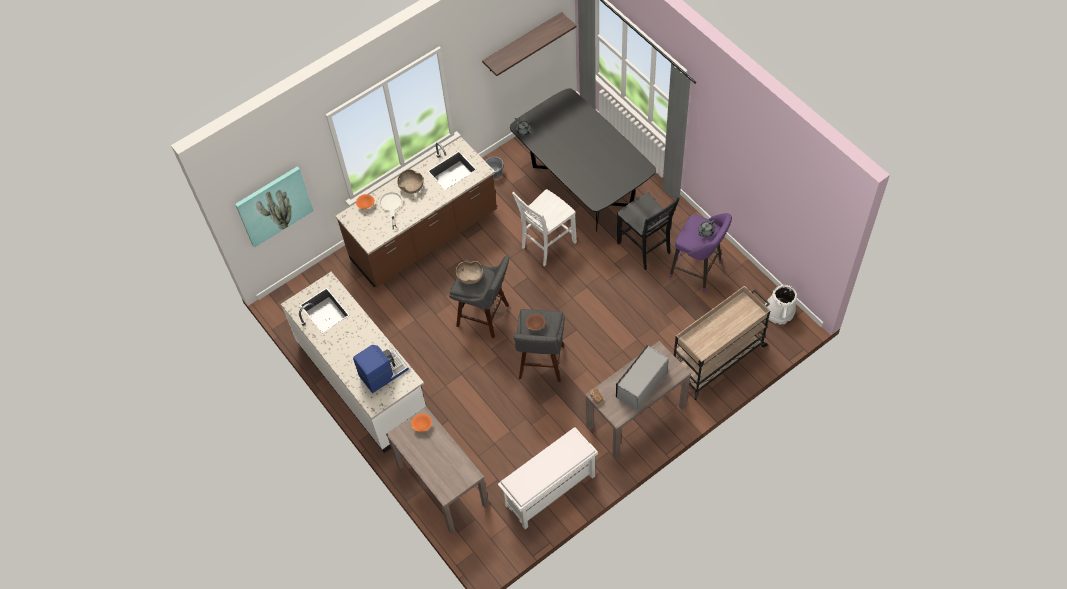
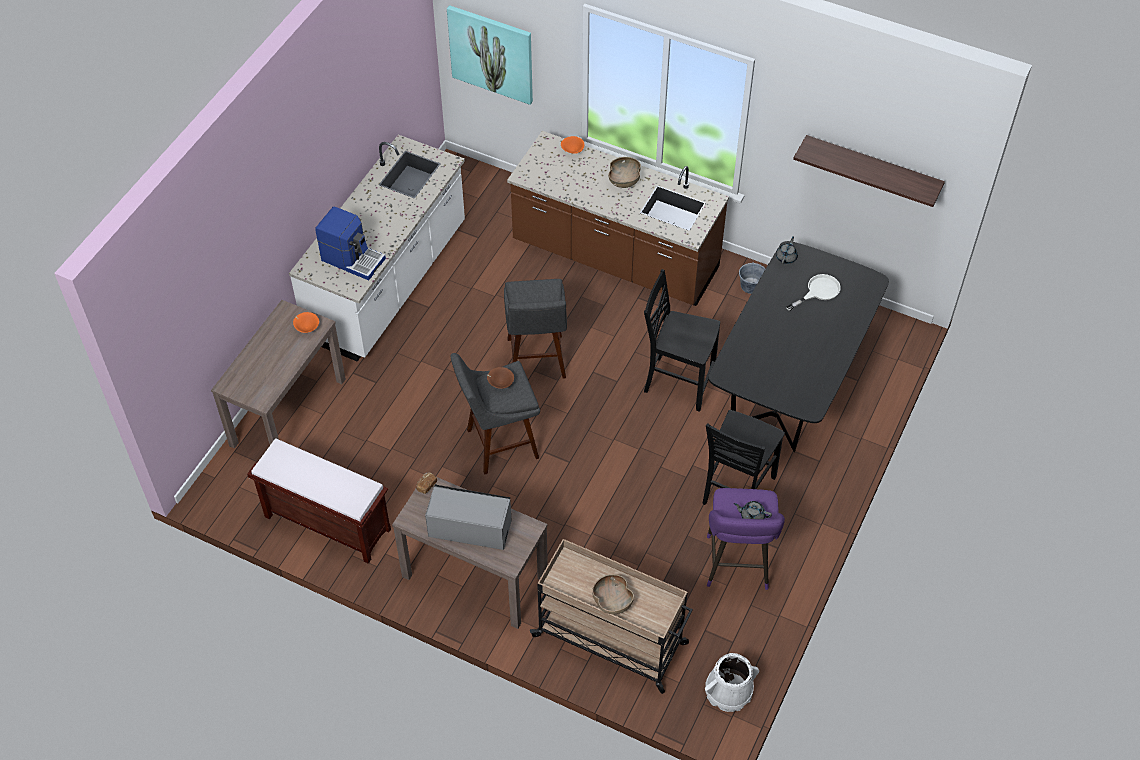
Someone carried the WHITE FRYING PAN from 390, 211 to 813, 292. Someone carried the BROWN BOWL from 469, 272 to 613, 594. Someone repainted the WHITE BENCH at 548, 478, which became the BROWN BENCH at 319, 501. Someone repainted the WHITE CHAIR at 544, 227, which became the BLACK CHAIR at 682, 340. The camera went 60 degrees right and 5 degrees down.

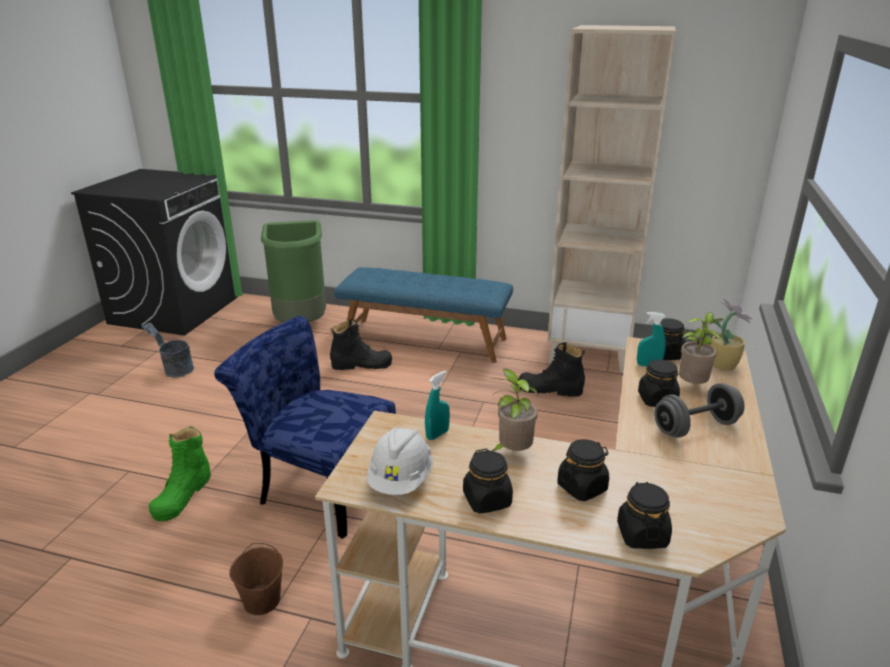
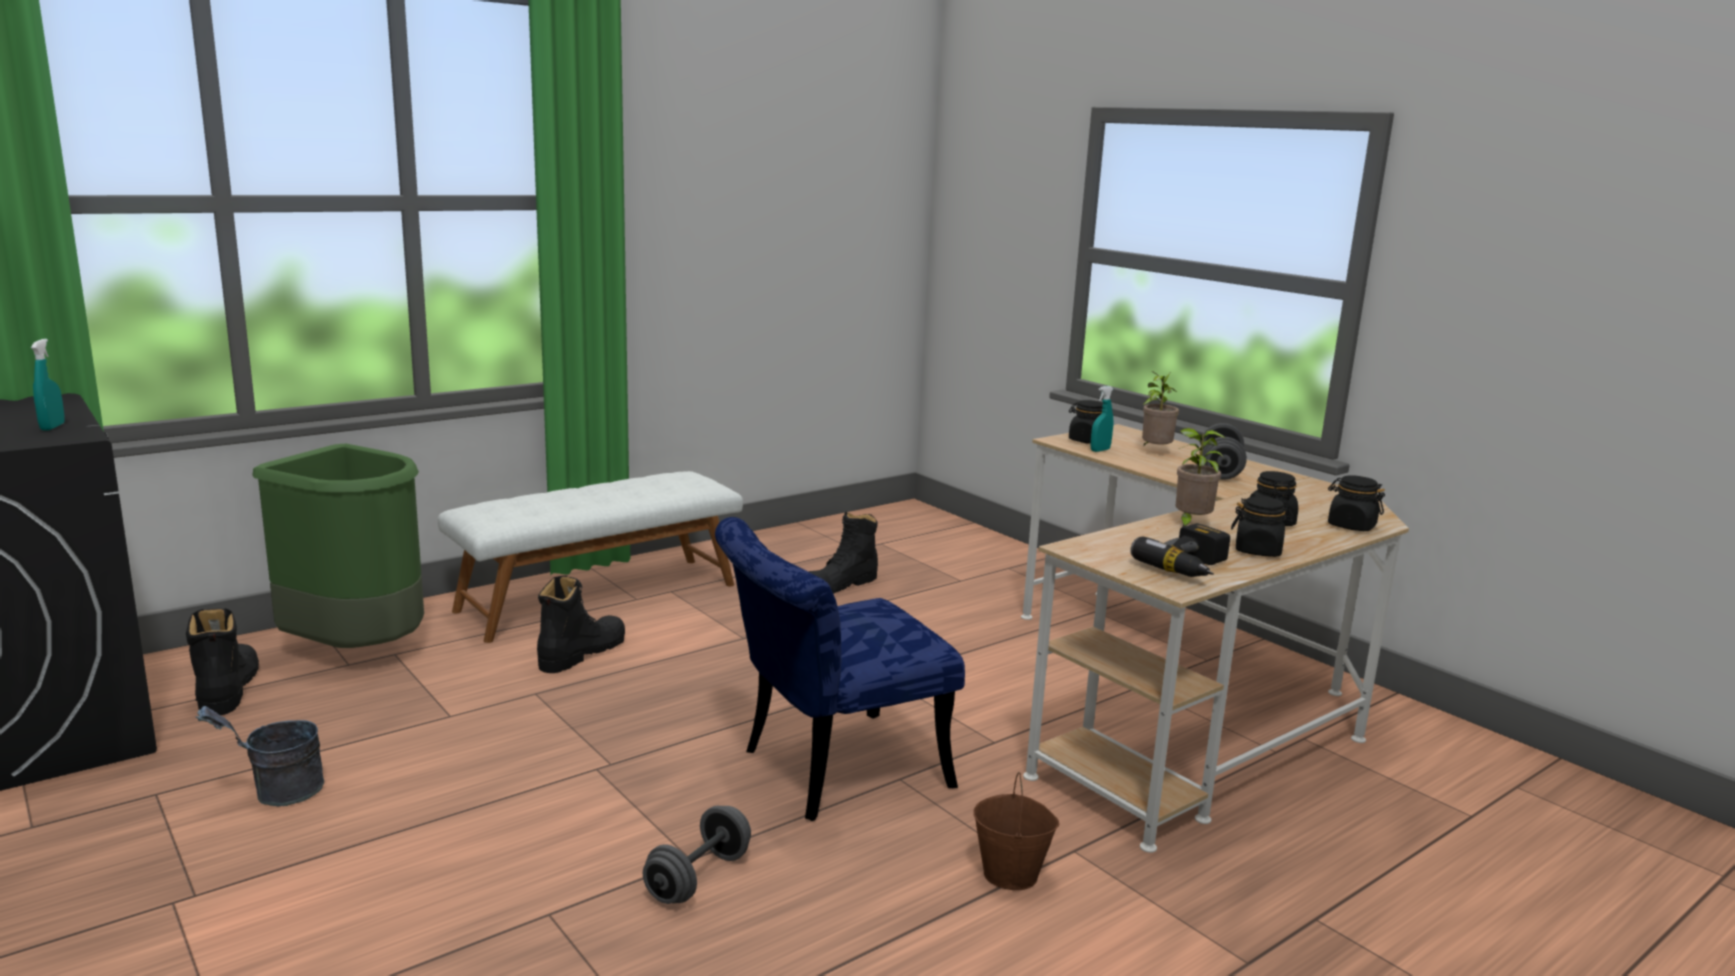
Someone took away the BEIGE BOOKCASE at 611, 199. Someone took away the BLACK JAR at 659, 383. Someone took away the POTTED PLANT at 732, 333. Someone put down the BLACK BOOT at 222, 661. Someone carried the TURQUOISE SPRAY BOTTLE from 437, 405 to 48, 385. Someone swapped the GREEN BOOT at 180, 473 for the GREY DUMBBELL at 697, 855. Someone swapped the WHITE HARD HAT at 400, 461 for the POWER DRILL at 1180, 550. Someone repainted the BLUE BENCH at 423, 315, which became the WHITE BENCH at 590, 557. The camera went 55 degrees left and 10 degrees down.

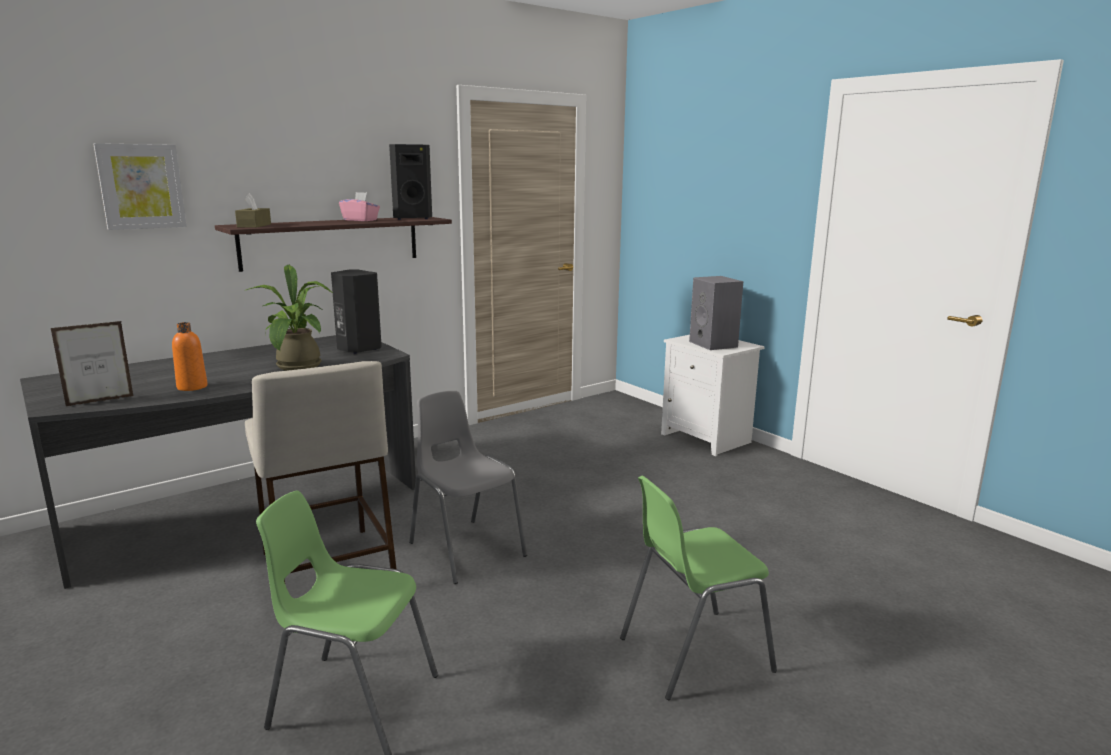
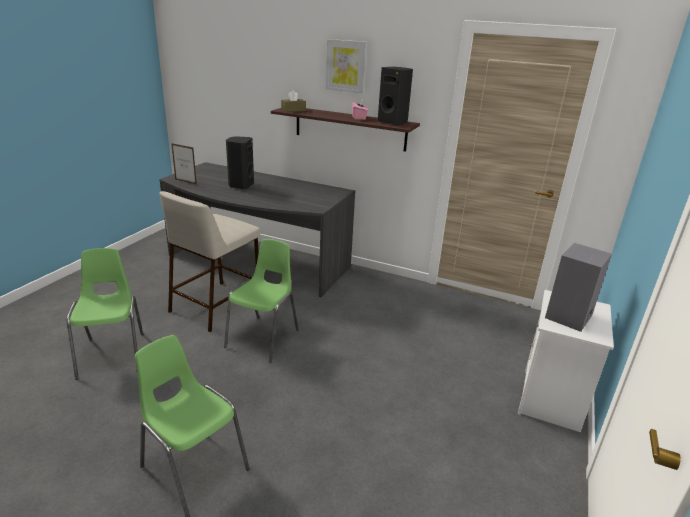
Someone took away the ORANGE BOTTLE at 190, 356. Someone took away the POTTED PLANT at 289, 318. Someone carried the PICTURE from 140, 186 to 346, 66. Someone carried the BLACK SPEAKER from 356, 311 to 240, 162. Someone repainted the GREY CHAIR at 468, 487, which became the GREEN CHAIR at 261, 301. The camera went 60 degrees right and 10 degrees up.

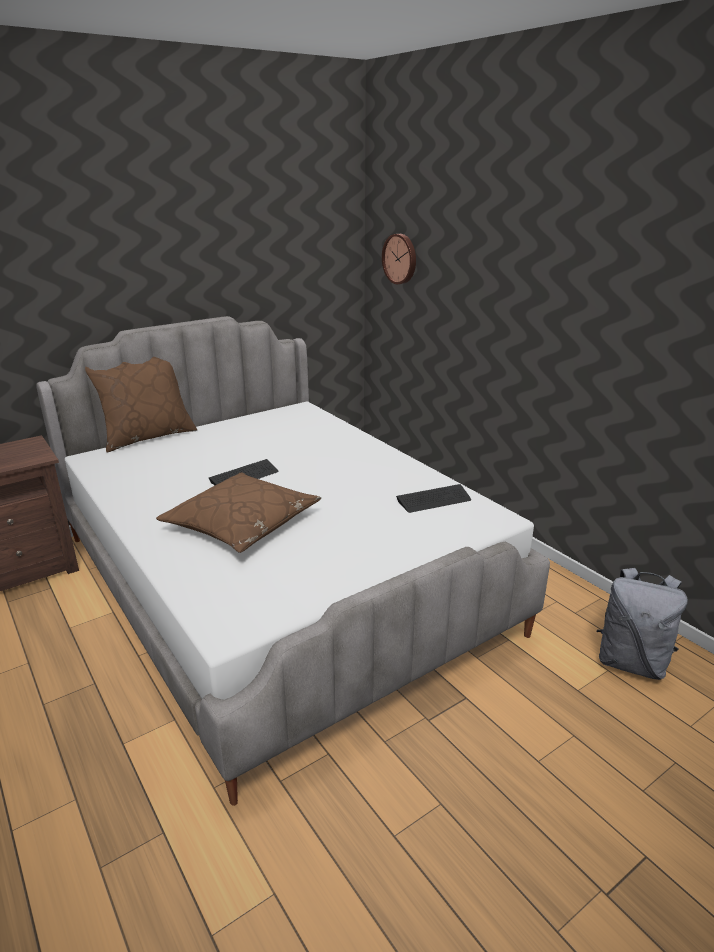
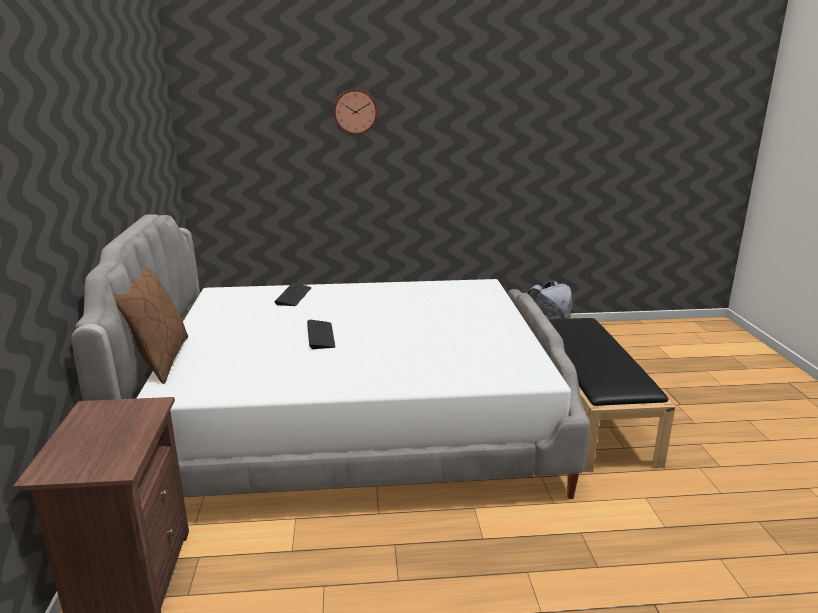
Someone took away the BROWN PILLOW at 238, 512. Someone put down the BLACK BENCH at 611, 395. Someone carried the WALL CLOCK from 399, 259 to 355, 112. Someone carried the KEYBOARD from 433, 498 to 292, 294. The camera went 60 degrees left and 5 degrees down.

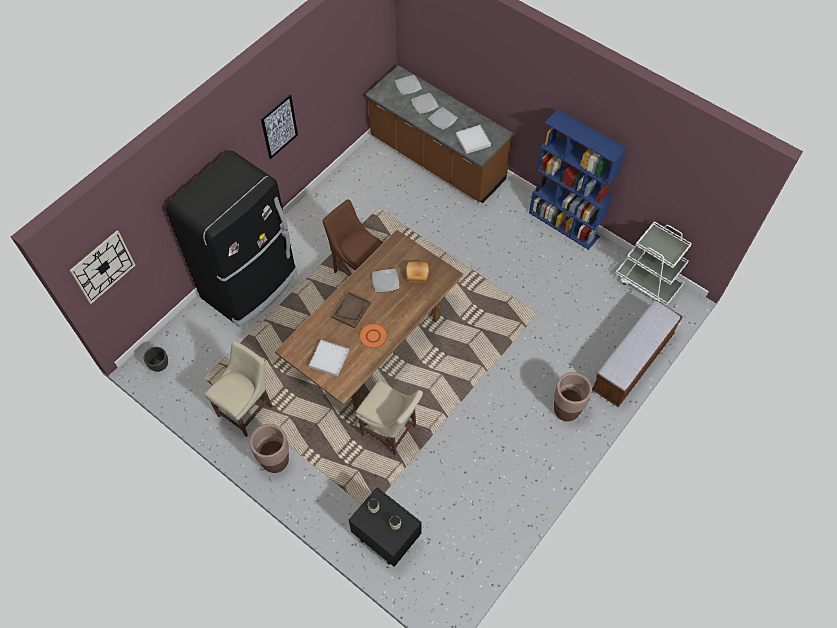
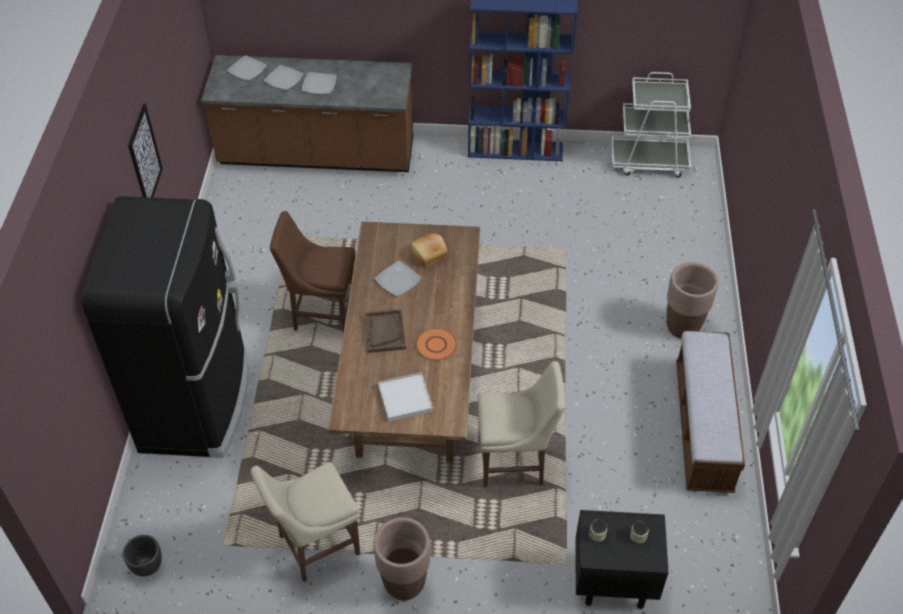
Someone took away the WALL CLOCK at 102, 267. Someone took away the WHITE TRAY at 473, 139. Someone carried the BENCH from 637, 353 to 710, 412. Someone rotated the BEIGE CHAIR at 238, 389 by 120 degrees counterclockwise. The camera went 35 degrees left and 10 degrees down.

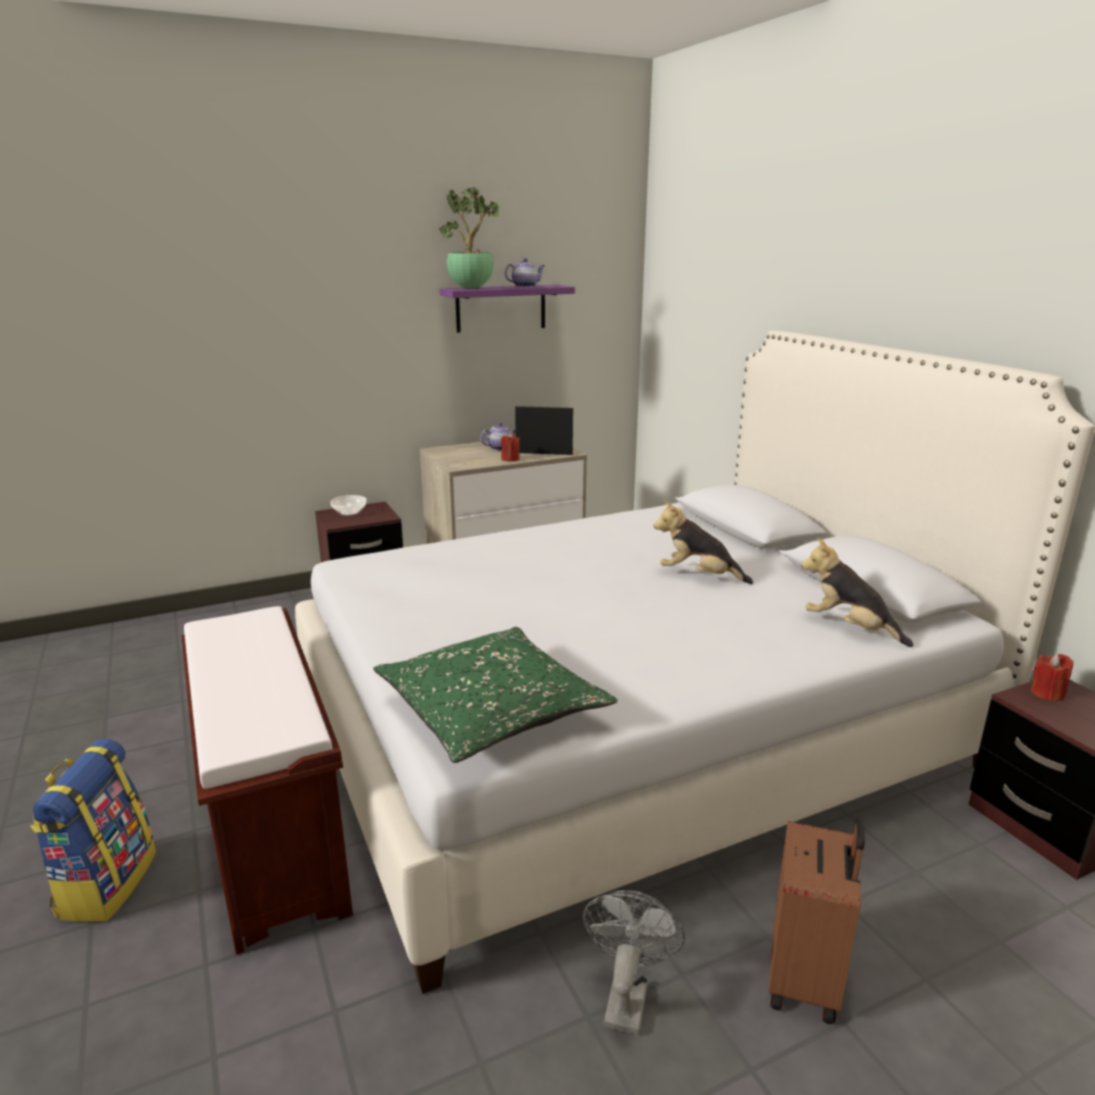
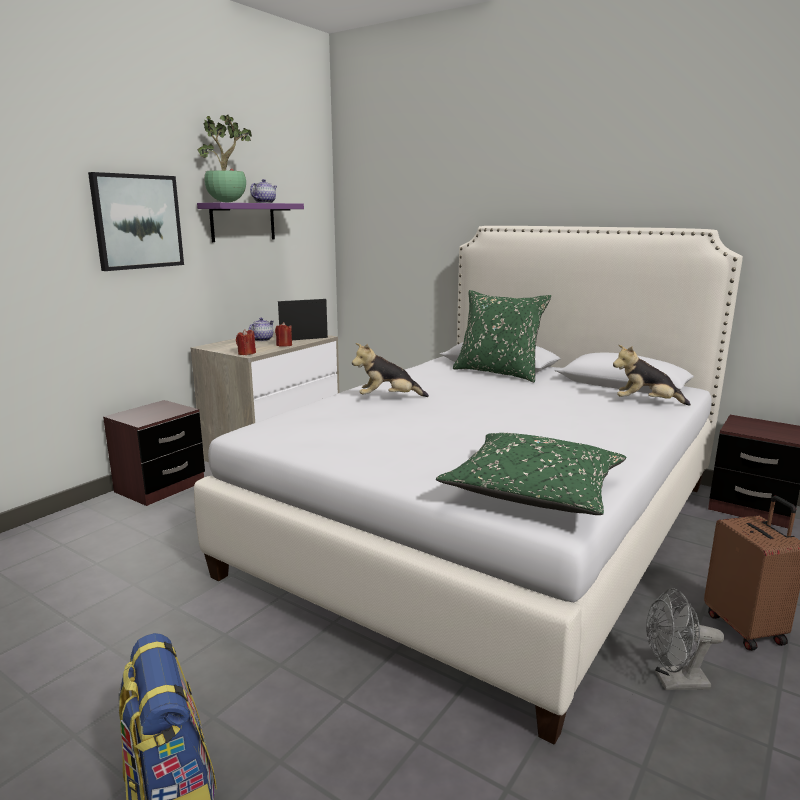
Someone took away the BROWN BENCH at 267, 780. Someone took away the BOWL at 348, 505. Someone put up the PICTURE at 136, 221. Someone put down the GREEN PILLOW at 502, 336. Someone carried the PLUSH TOY from 703, 542 to 390, 370. Someone carried the RED CANDLE from 1052, 677 to 246, 342. Someone rotated the GREY FAN at 634, 962 by 75 degrees counterclockwise. The camera went 30 degrees left and 5 degrees down.

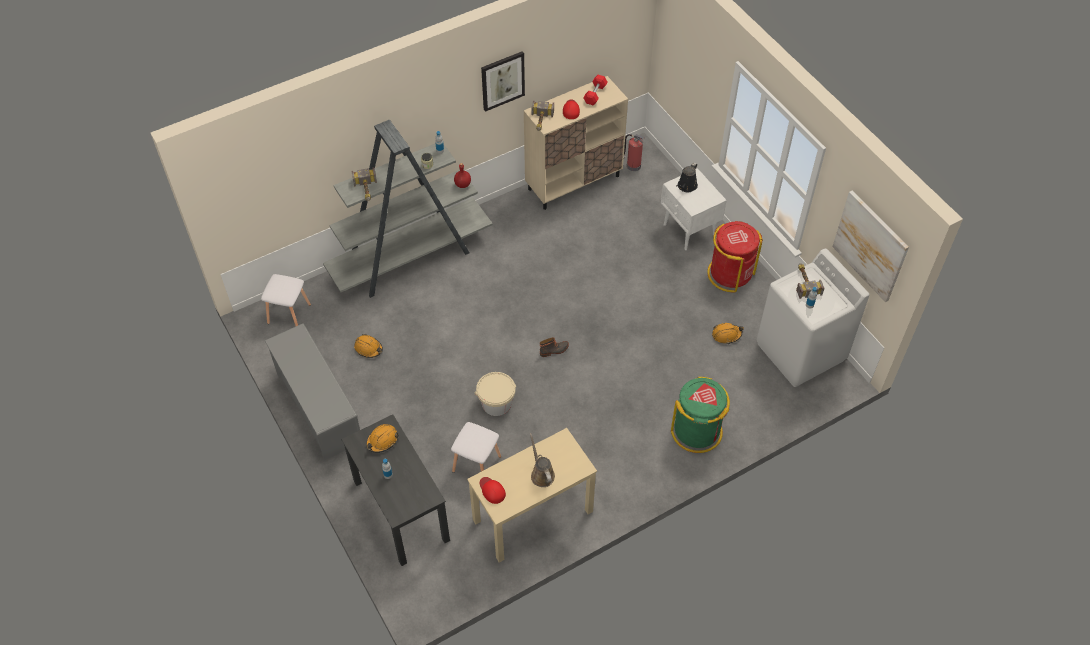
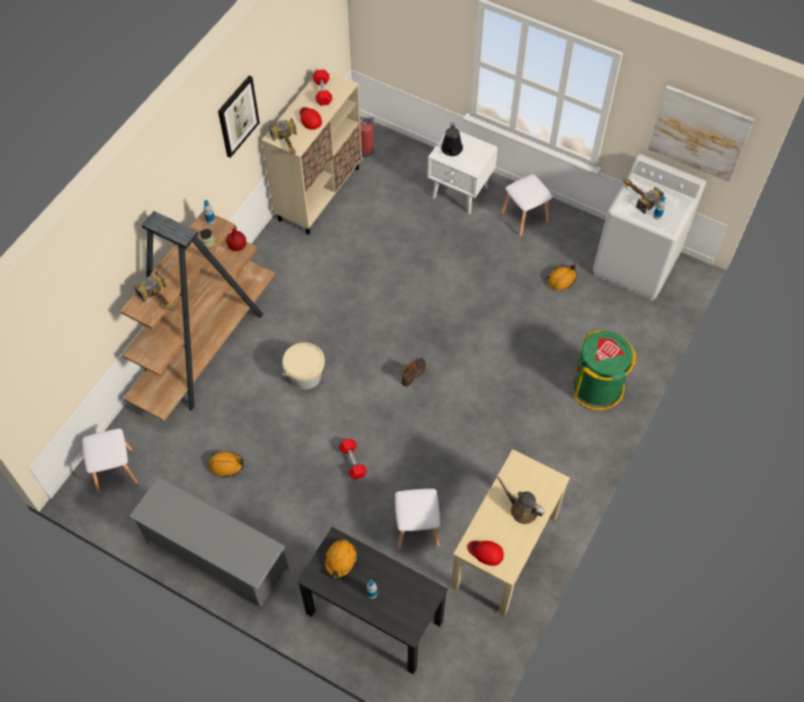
Someone put down the RED DUMBBELL at 353, 459. Someone carried the BEIGE BUCKET from 495, 394 to 303, 366. Someone swapped the RED TRASH CAN at 735, 256 for the WHITE STOOL at 526, 205. Someone repainted the GREY BOOKCASE at 408, 209, which became the BROWN BOOKCASE at 197, 315. The camera went 30 degrees left and 5 degrees up.

